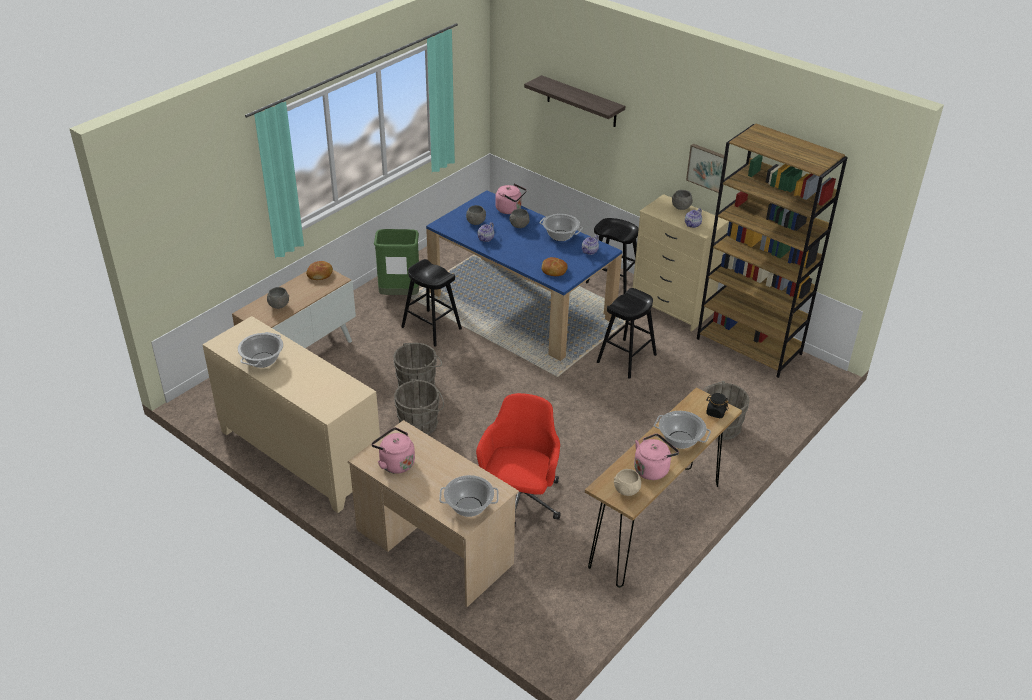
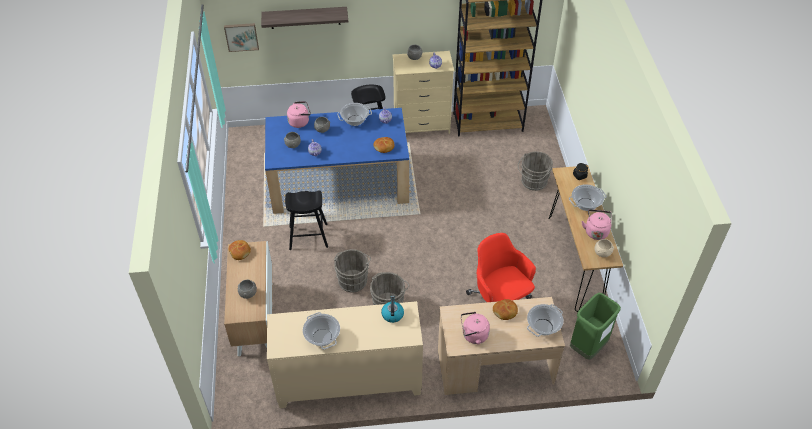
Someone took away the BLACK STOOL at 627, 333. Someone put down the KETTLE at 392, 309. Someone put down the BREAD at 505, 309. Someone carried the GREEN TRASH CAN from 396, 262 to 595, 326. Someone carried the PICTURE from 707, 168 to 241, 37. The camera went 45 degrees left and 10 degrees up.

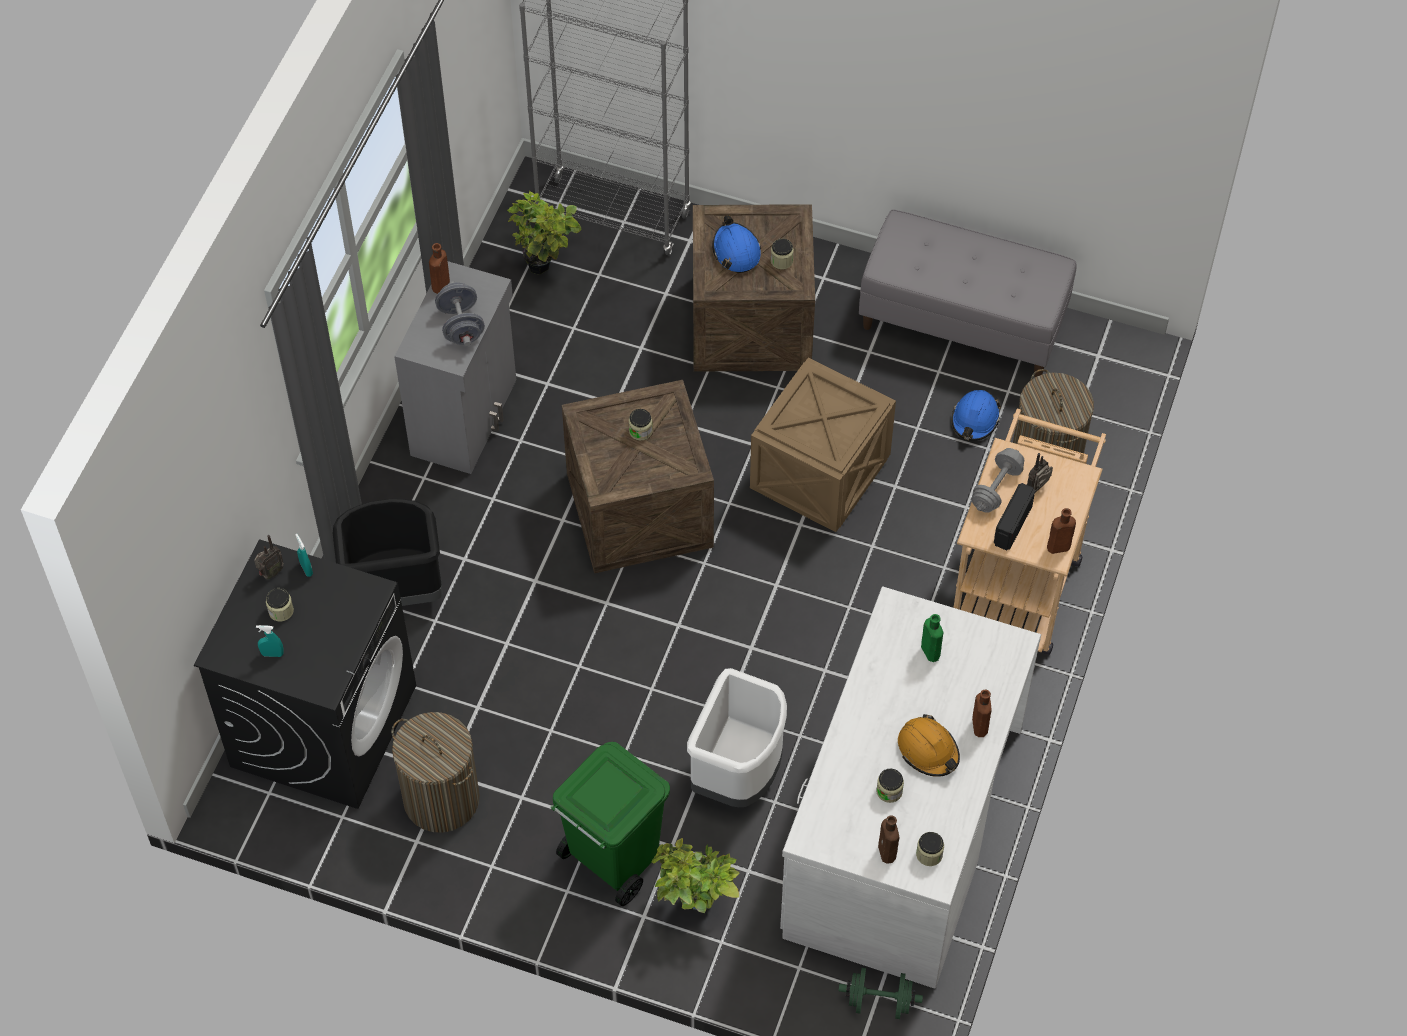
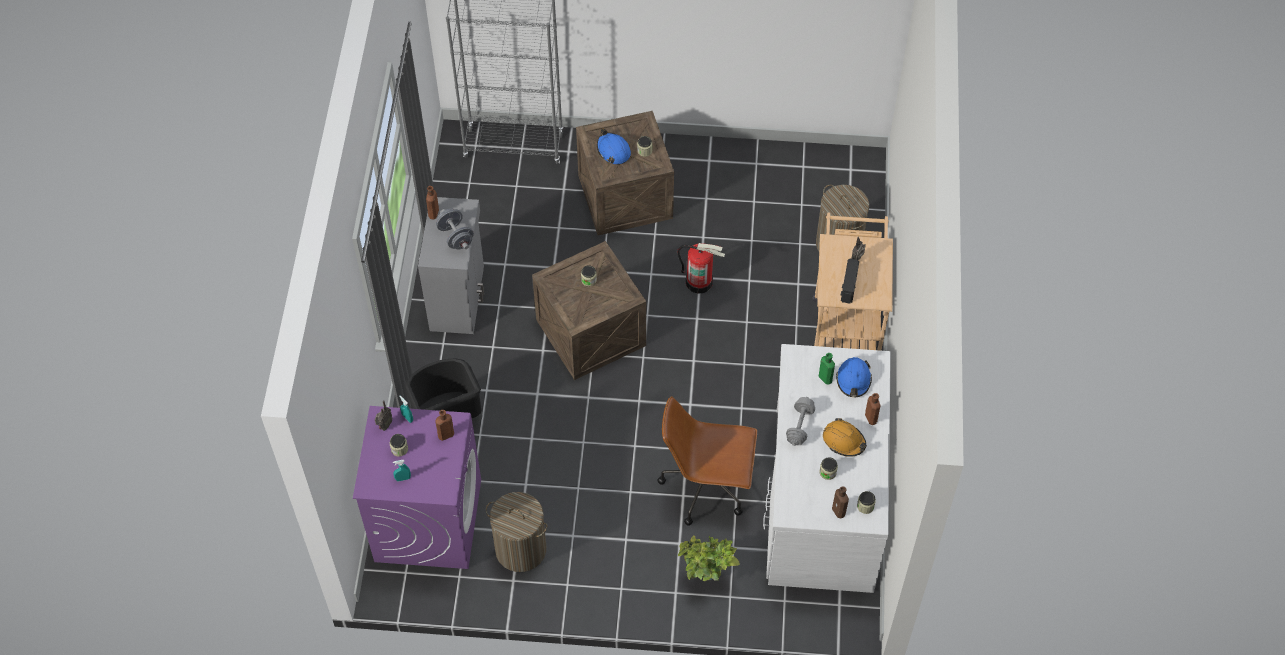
Someone took away the POTTED PLANT at 544, 233. Someone took away the GREEN TRASH CAN at 610, 824. Someone took away the GREEN DUMBBELL at 881, 993. Someone took away the GREY BENCH at 967, 293. Someone carried the BLUE HARD HAT from 976, 415 to 854, 377. Someone carried the GREY DUMBBELL from 998, 480 to 800, 421. Someone carried the BROWN BOTTLE from 1061, 531 to 444, 425. Someone swapped the WHITE TRASH CAN at 737, 737 for the BROWN OFFICE CHAIR at 707, 461. Someone swapped the CRATE at 823, 445 for the FIRE EXTINGUISHER at 701, 268. Someone repainted the BLACK WASHING MACHINE at 305, 674, which became the PURPLE WASHING MACHINE at 417, 487. The camera went 15 degrees left and 0 degrees up.

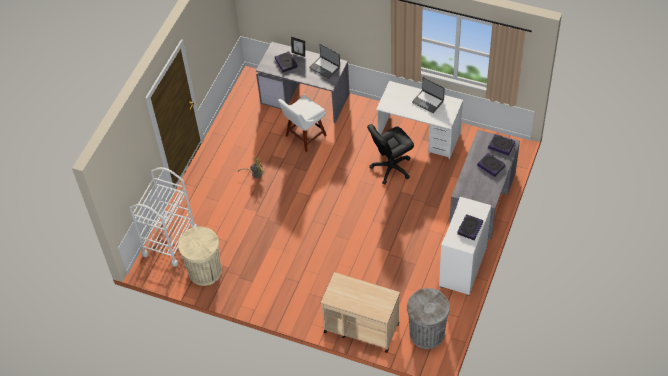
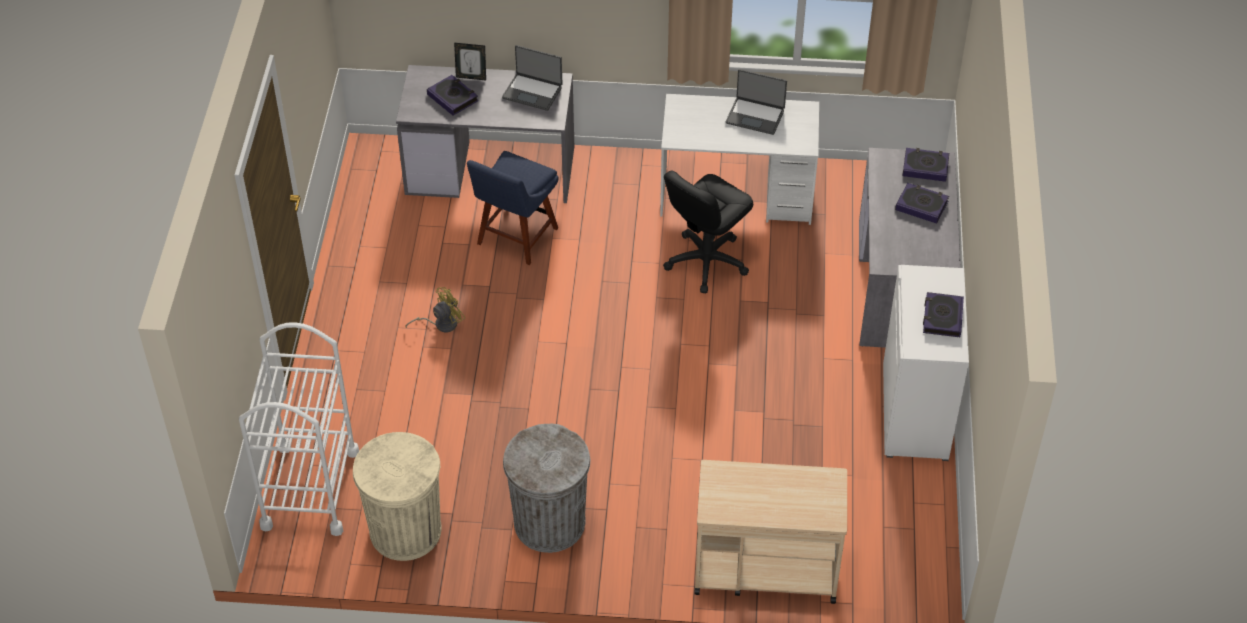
Someone carried the GREY TRASH CAN from 428, 318 to 546, 488. Someone repainted the WHITE CHAIR at 302, 123, which became the BLUE CHAIR at 513, 208. The camera went 20 degrees left and 5 degrees down.

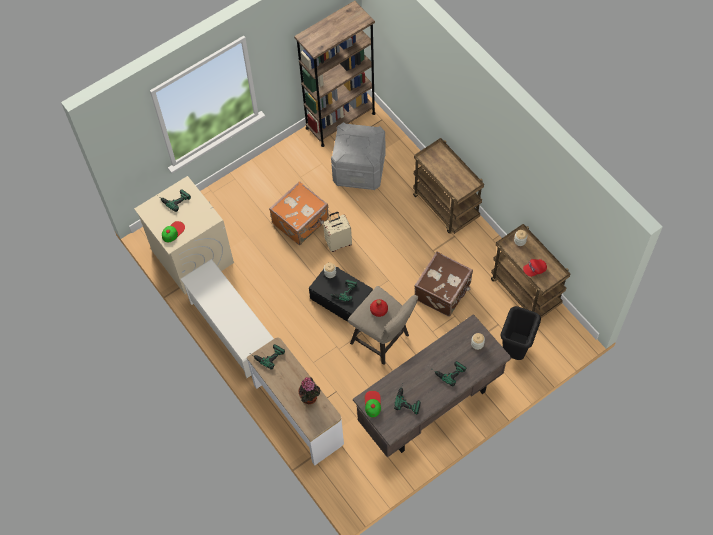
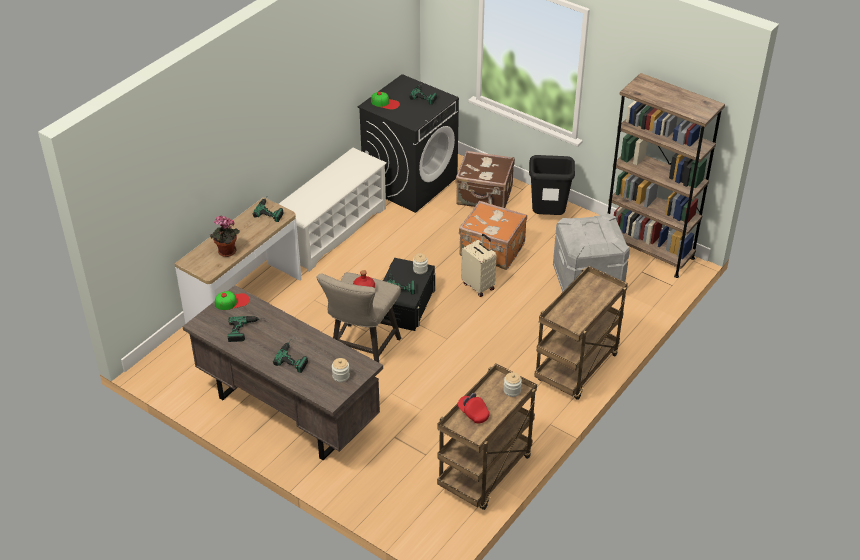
Someone carried the BROWN SUITCASE from 443, 284 to 485, 179. Someone carried the BLACK TRASH CAN from 520, 333 to 552, 185. Someone repainted the BEIGE WASHING MACHINE at 184, 235, which became the BLACK WASHING MACHINE at 408, 143. The camera went 70 degrees right and 20 degrees down.

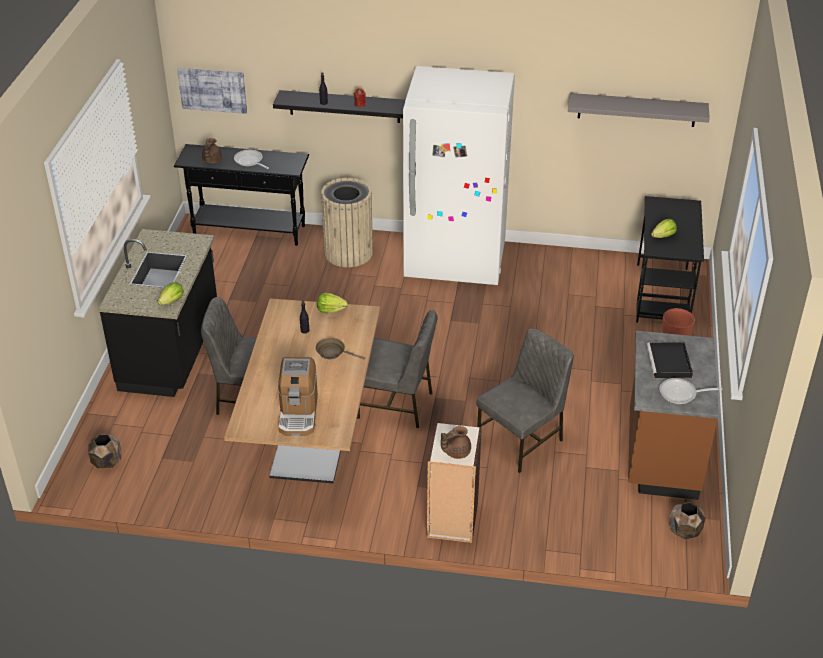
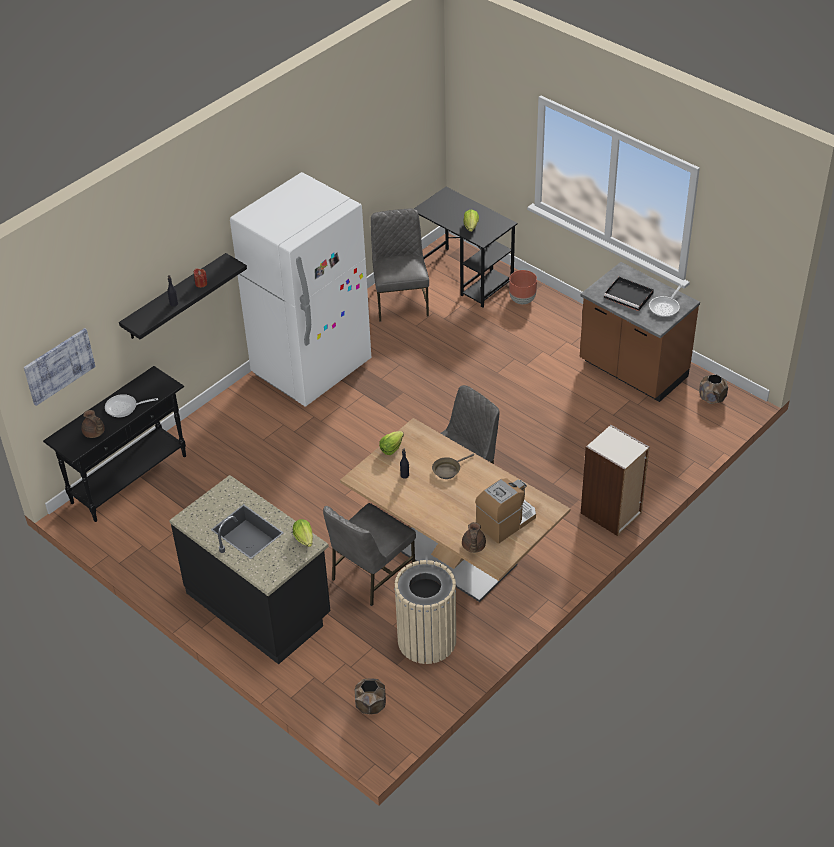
Someone took away the GREY SHELF at 639, 110. Someone carried the BEIGE TRASH CAN from 347, 222 to 425, 612. Someone carried the BROWN TEAPOT from 456, 442 to 474, 537. Someone carried the GREY CHAIR from 525, 401 to 400, 265. Someone rotated the COFFEE MACHINE at 298, 396 by 75 degrees counterclockwise. The camera went 55 degrees left and 5 degrees up.

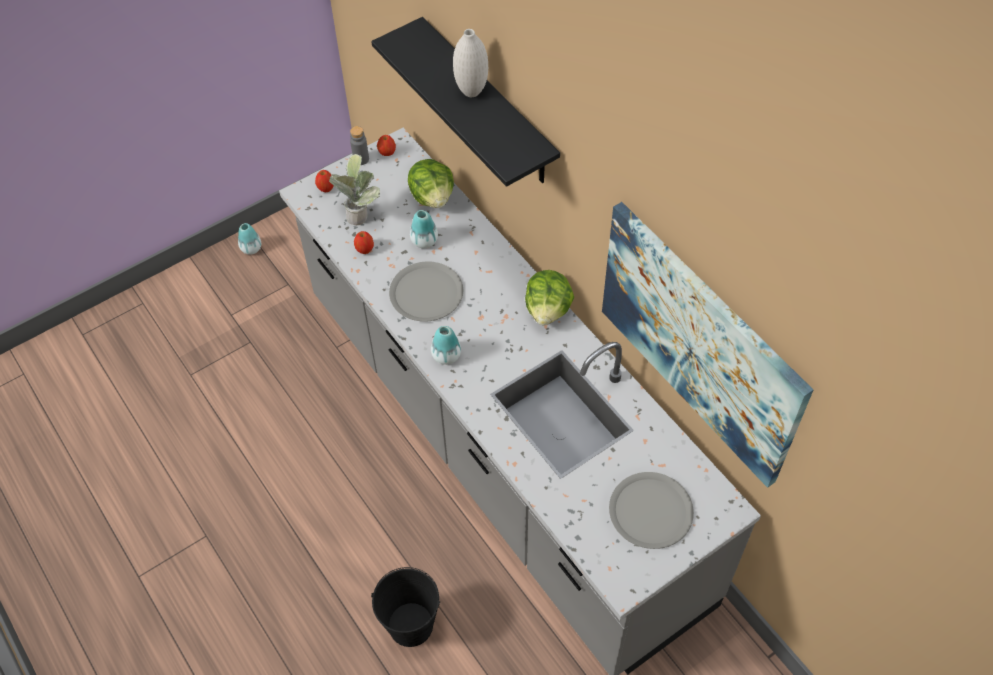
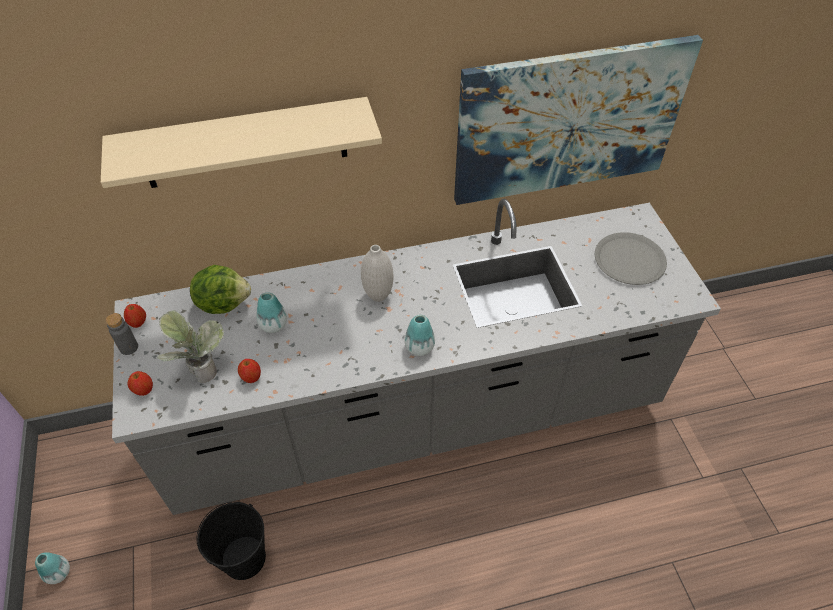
Someone took away the GREY PLATE at 426, 291. Someone took away the LETTUCE at 549, 297. Someone carried the BLACK BUCKET from 405, 607 to 231, 541. Someone carried the WHITE VASE from 470, 63 to 377, 273. Someone repainted the BLACK SHELF at 465, 102, which became the BEIGE SHELF at 241, 142. The camera went 70 degrees left and 5 degrees down.

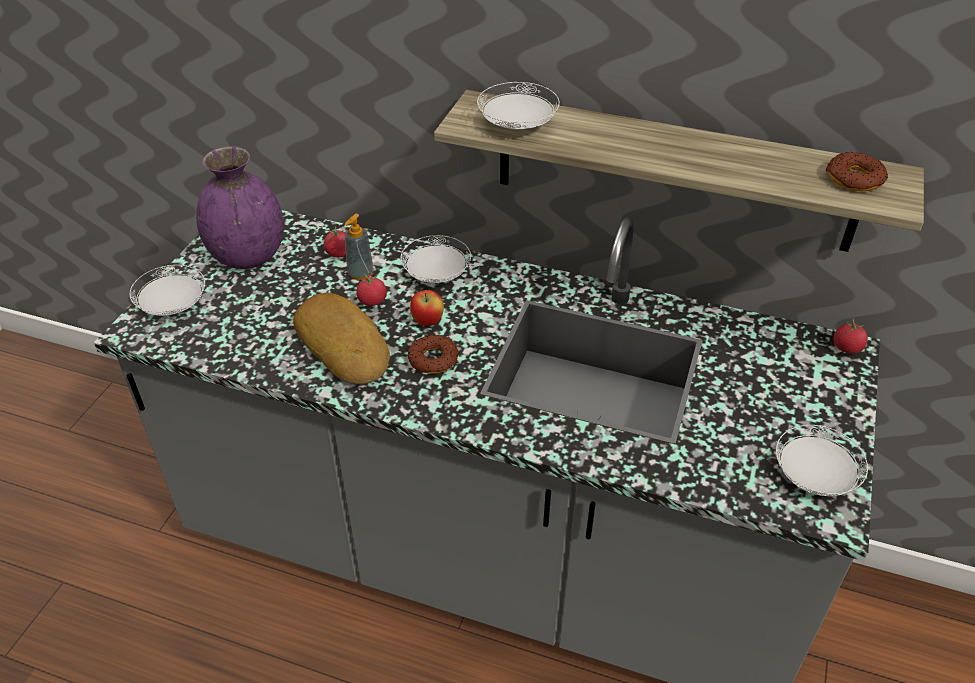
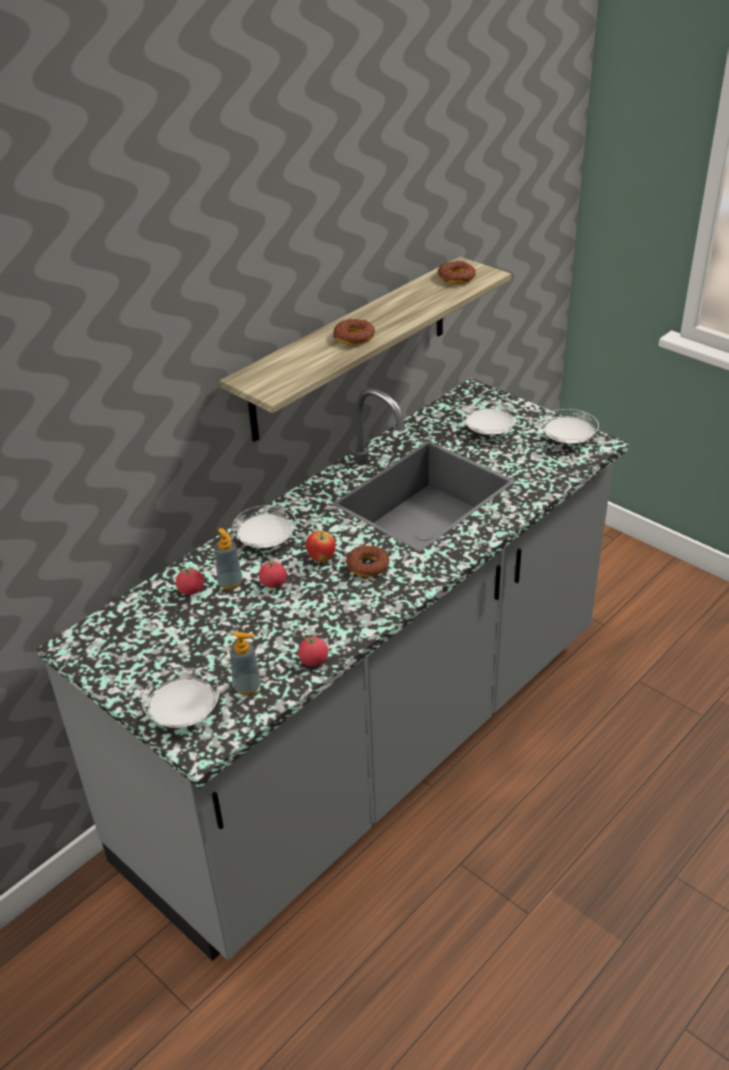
Someone took away the PURPLE VASE at 240, 207. Someone took away the BREAD at 341, 339. Someone put down the SOAP DISPENSER at 245, 663. Someone put down the DONUT at 354, 332. Someone carried the WHITE PLATE from 518, 106 to 490, 418. Someone carried the TOMATO from 851, 336 to 313, 650. The camera went 65 degrees left and 5 degrees down.

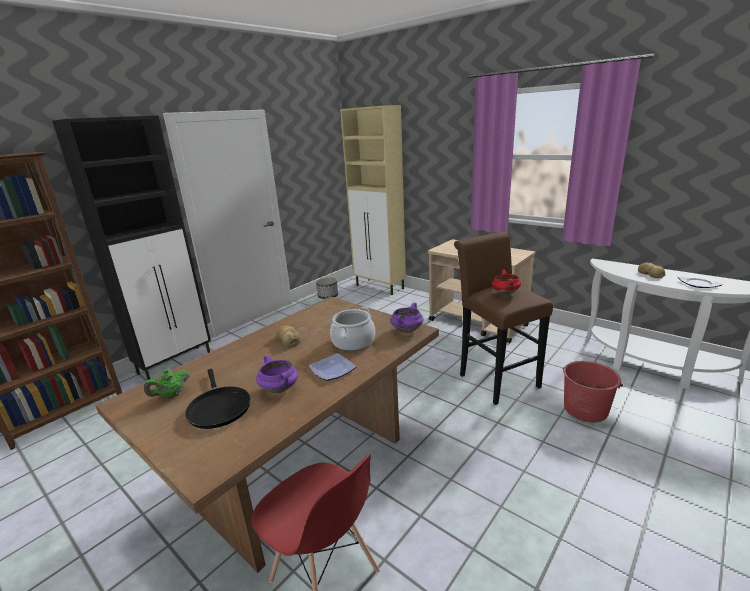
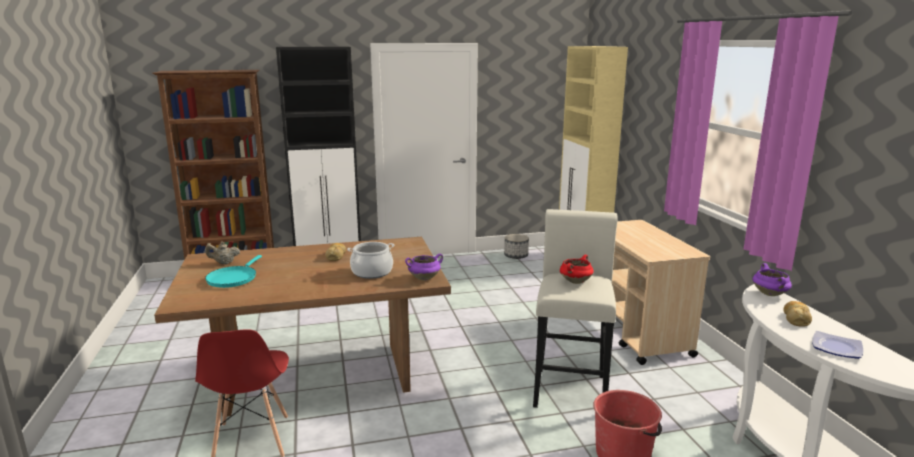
Someone took away the PLATE at 332, 367. Someone carried the PURPLE COOKING POT from 277, 374 to 772, 279. Someone repainted the GREEN TEAPOT at 167, 384, which became the BEIGE TEAPOT at 223, 252. Someone repainted the BLACK FRYING PAN at 217, 399, which became the TURQUOISE FRYING PAN at 233, 271. Someone repainted the BROWN STOOL at 503, 318, which became the WHITE STOOL at 575, 308. The camera went 35 degrees right and 5 degrees down.

